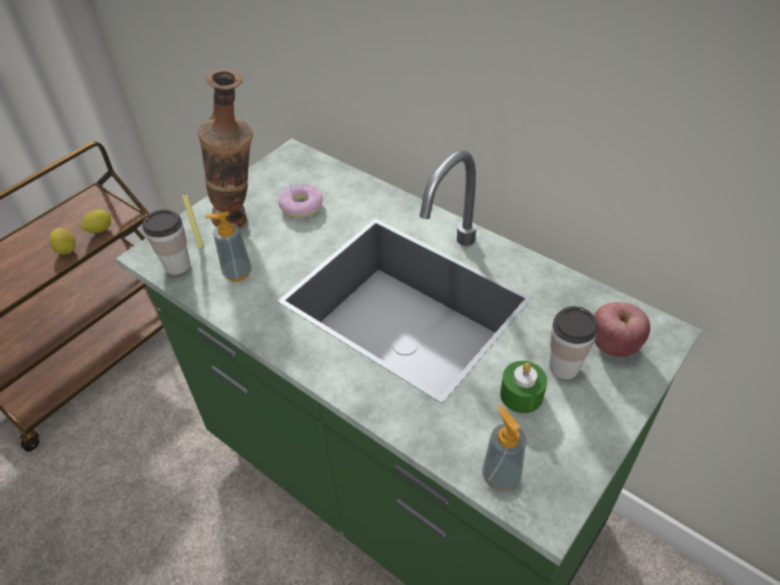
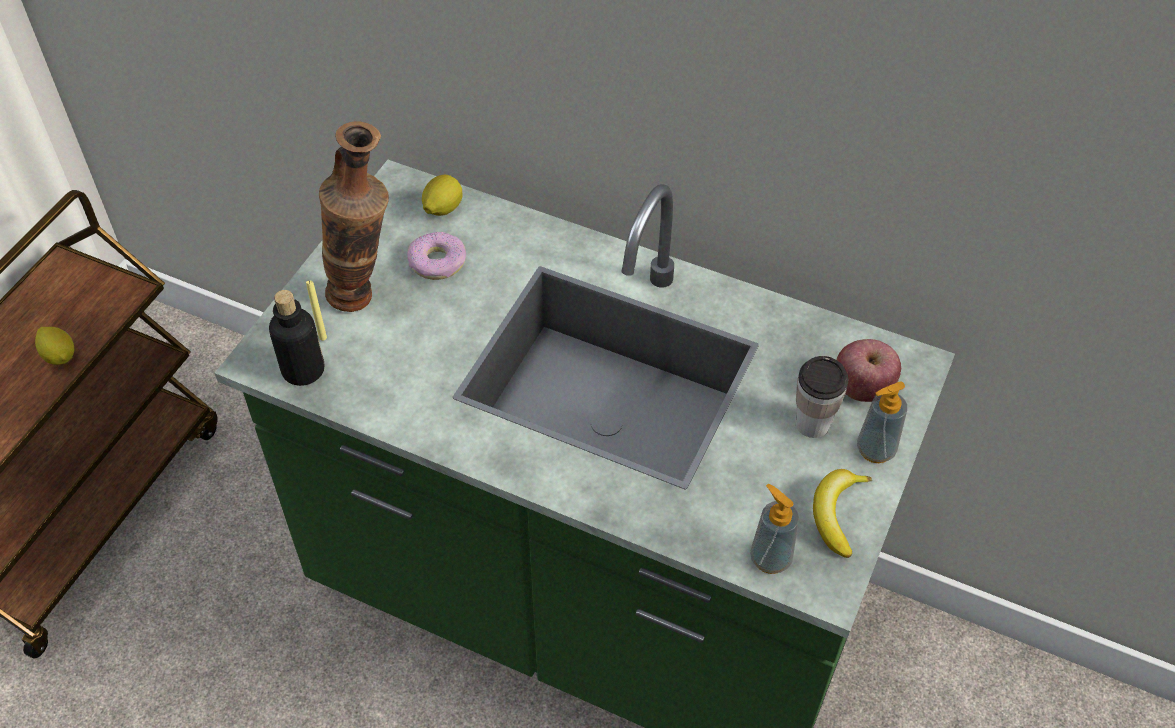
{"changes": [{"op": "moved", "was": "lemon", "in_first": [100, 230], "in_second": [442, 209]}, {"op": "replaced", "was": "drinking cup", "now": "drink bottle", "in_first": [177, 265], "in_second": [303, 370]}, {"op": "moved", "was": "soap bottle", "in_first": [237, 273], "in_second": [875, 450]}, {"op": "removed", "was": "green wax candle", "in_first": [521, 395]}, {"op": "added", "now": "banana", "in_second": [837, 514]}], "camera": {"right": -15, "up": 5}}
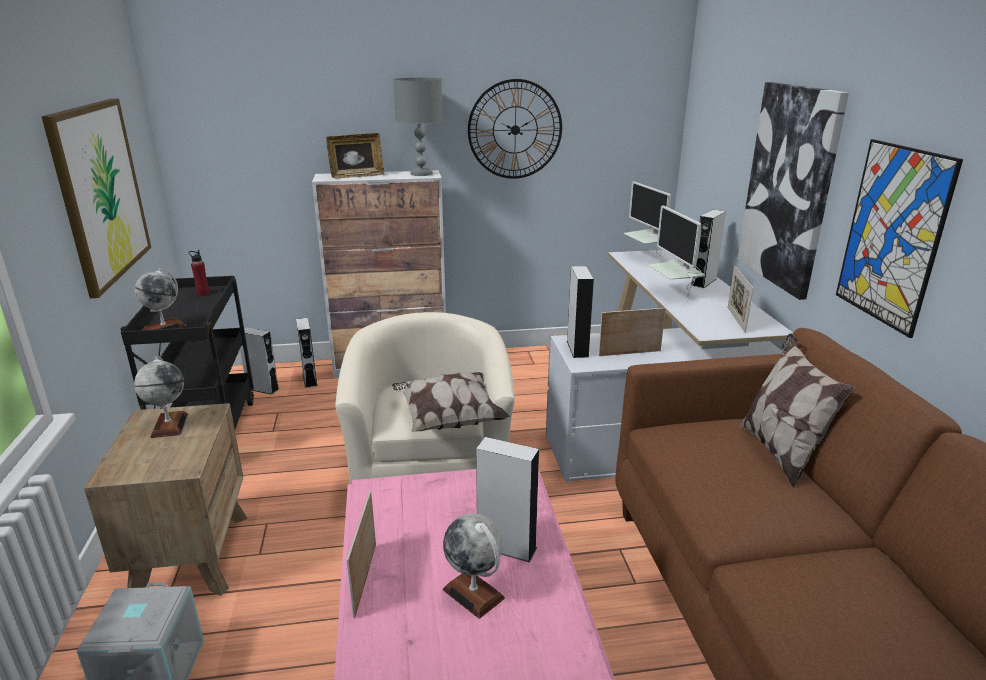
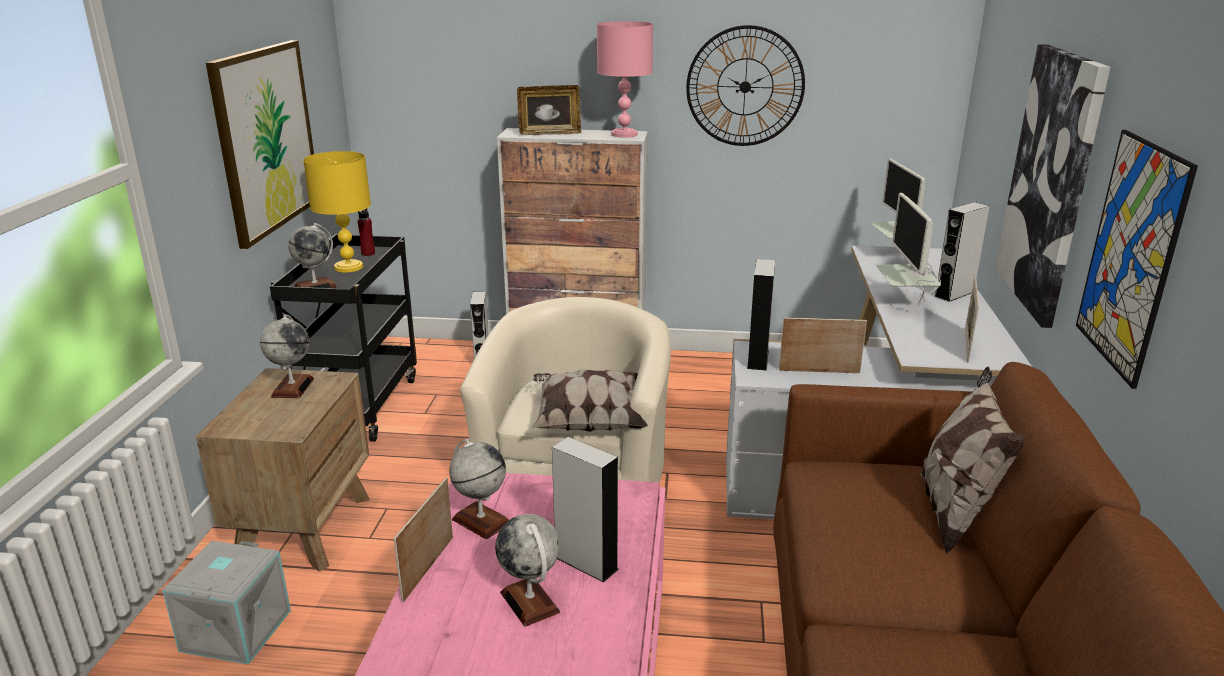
{"changes": [{"op": "recoloured", "was": "grey lamp for a table", "now": "pink lamp for a table", "in_first": [421, 173], "in_second": [624, 134]}, {"op": "removed", "was": "grey loudspeaker", "in_first": [262, 389]}, {"op": "added", "now": "yellow lamp for a table", "in_second": [348, 267]}, {"op": "added", "now": "desk globe", "in_second": [481, 521]}], "camera": {"right": 15, "up": 0}}
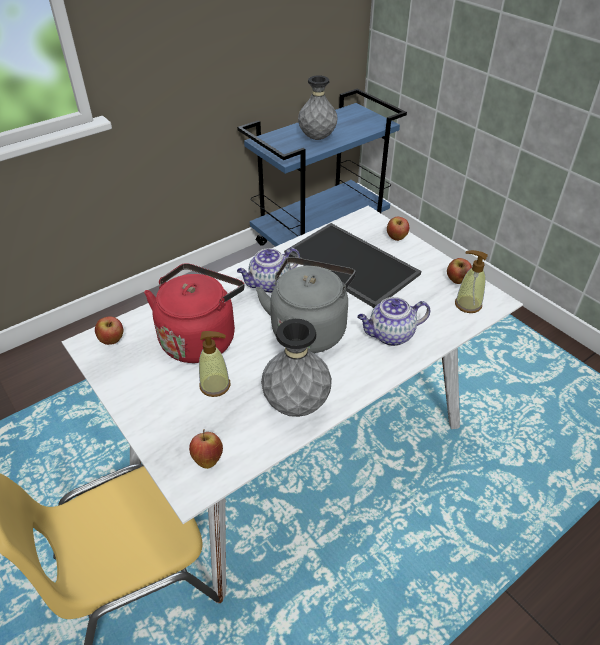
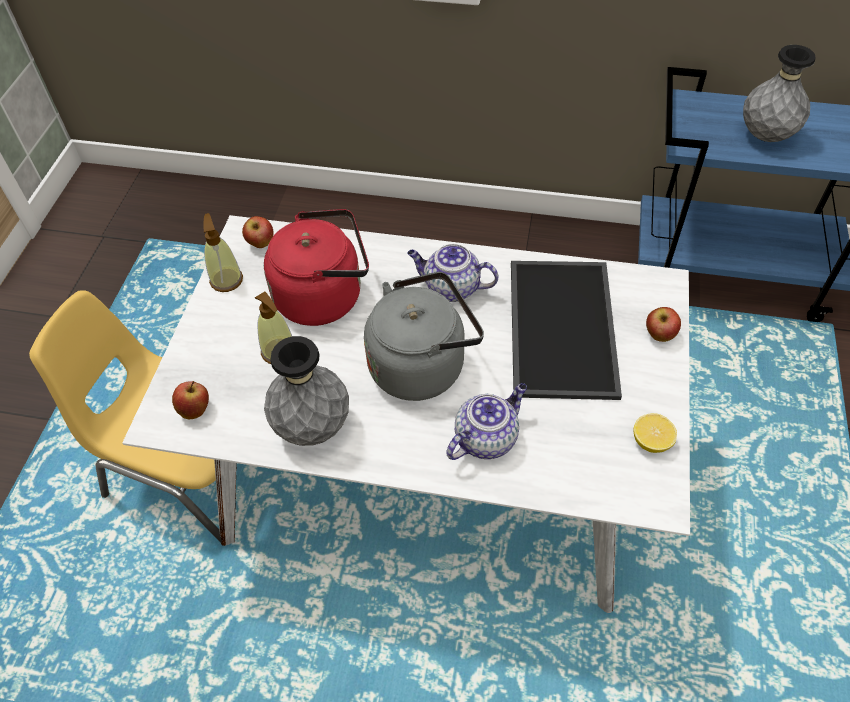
{"changes": [{"op": "moved", "was": "soap bottle", "in_first": [467, 304], "in_second": [226, 280]}, {"op": "replaced", "was": "apple", "now": "lemon", "in_first": [457, 281], "in_second": [651, 441]}, {"op": "turned", "was": "pot for tea", "in_first": [390, 335], "in_second": [486, 438], "clockwise": 105}], "camera": {"right": 50, "up": 10}}
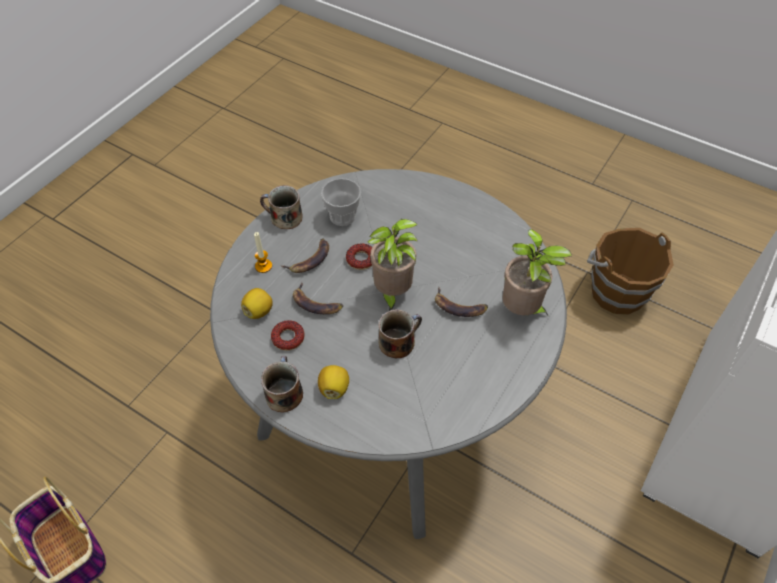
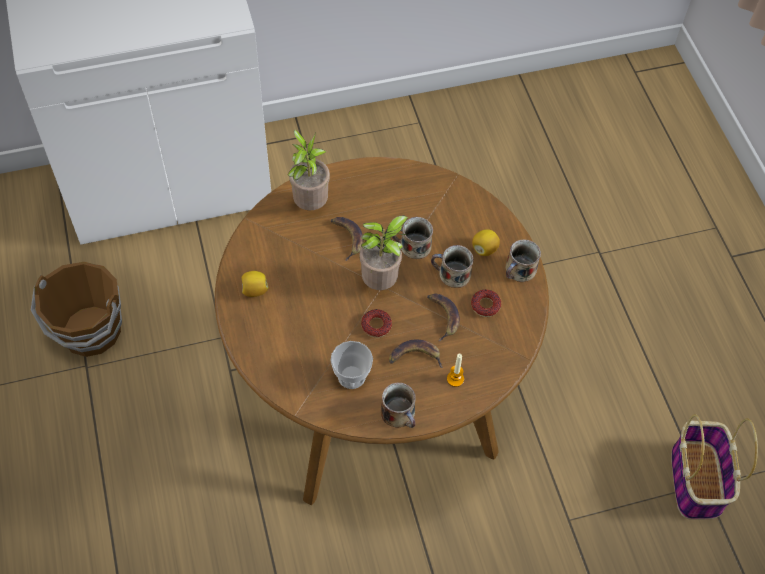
{"changes": [{"op": "recoloured", "was": "grey dining table", "now": "brown dining table", "in_first": [388, 409], "in_second": [377, 392]}, {"op": "moved", "was": "lemon", "in_first": [259, 311], "in_second": [254, 290]}, {"op": "added", "now": "mug", "in_second": [452, 274]}], "camera": {"right": -140, "up": 5}}
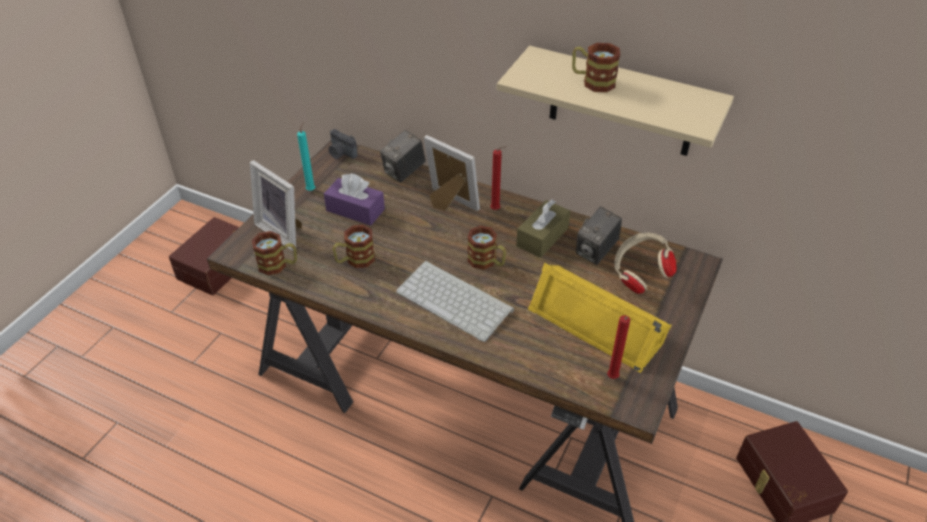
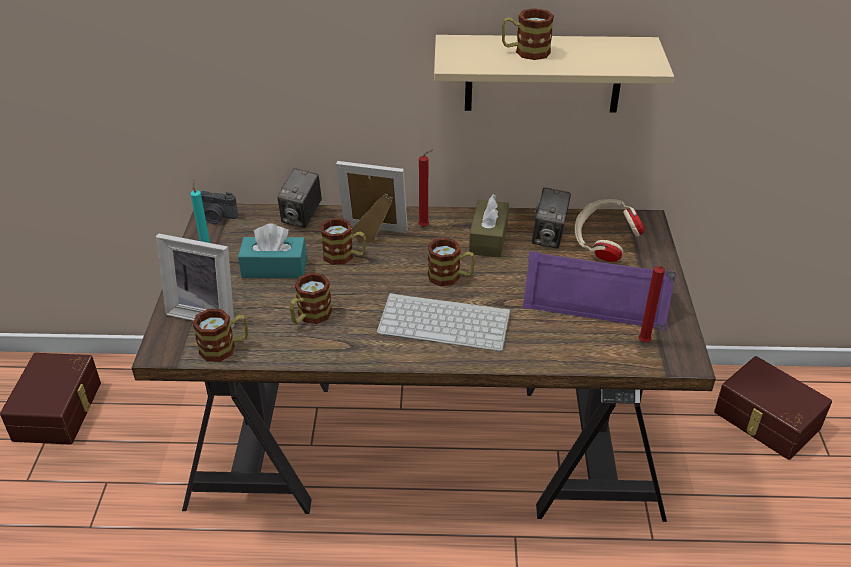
{"changes": [{"op": "recoloured", "was": "purplish tissue holder", "now": "turquoise-coloured tissue holder", "in_first": [355, 210], "in_second": [274, 268]}, {"op": "recoloured", "was": "yellow loudspeaker", "now": "purplish loudspeaker", "in_first": [598, 322], "in_second": [595, 298]}, {"op": "added", "now": "mug", "in_second": [344, 256]}], "camera": {"right": -25, "up": -5}}
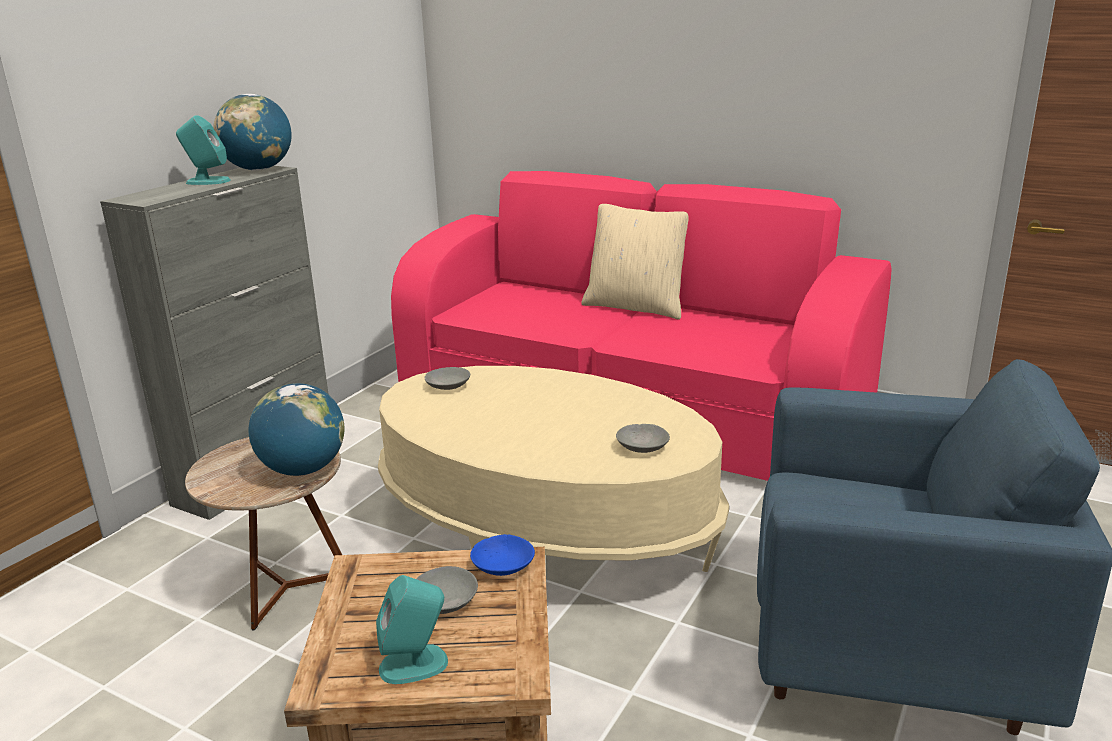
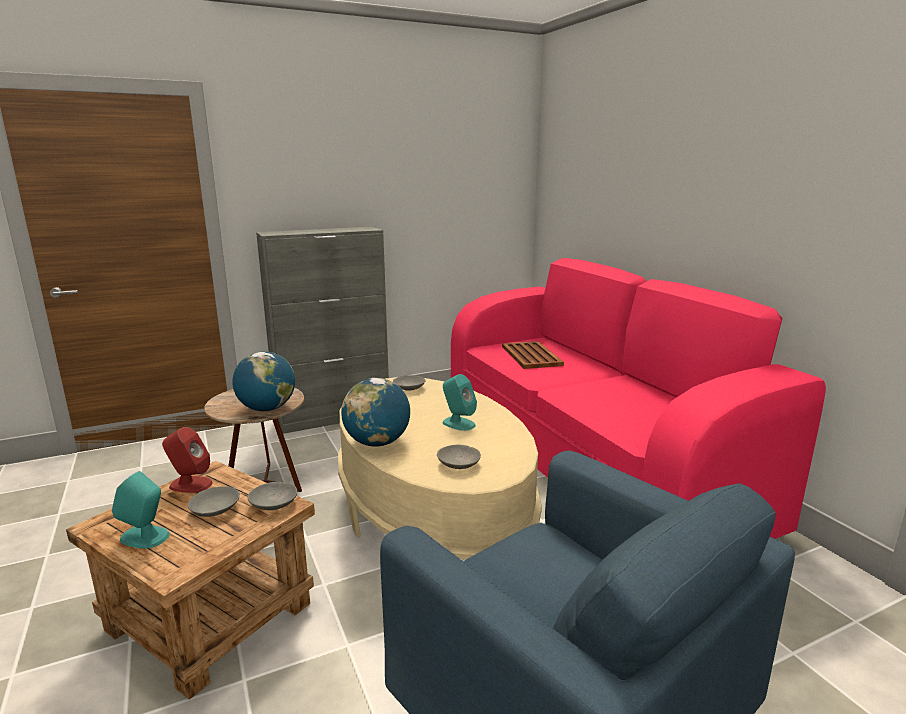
{"changes": [{"op": "moved", "was": "desk globe", "in_first": [259, 169], "in_second": [377, 443]}, {"op": "moved", "was": "turquoise-coloured loudspeaker", "in_first": [207, 181], "in_second": [458, 423]}, {"op": "removed", "was": "sand-coloured pillow", "in_first": [636, 306]}, {"op": "recoloured", "was": "blue serving bowl", "now": "grey serving bowl", "in_first": [503, 565], "in_second": [274, 504]}, {"op": "added", "now": "brown serving tray", "in_second": [531, 355]}, {"op": "added", "now": "red-coloured loudspeaker", "in_second": [190, 484]}], "camera": {"right": 35, "up": -5}}
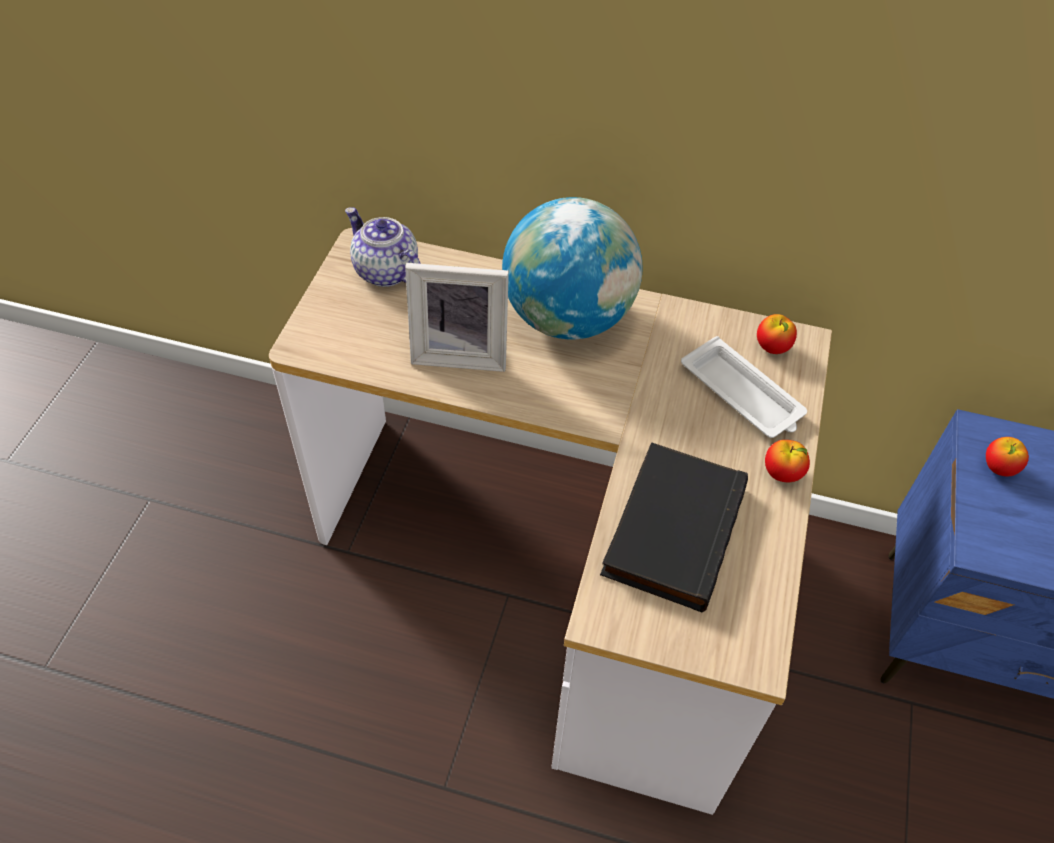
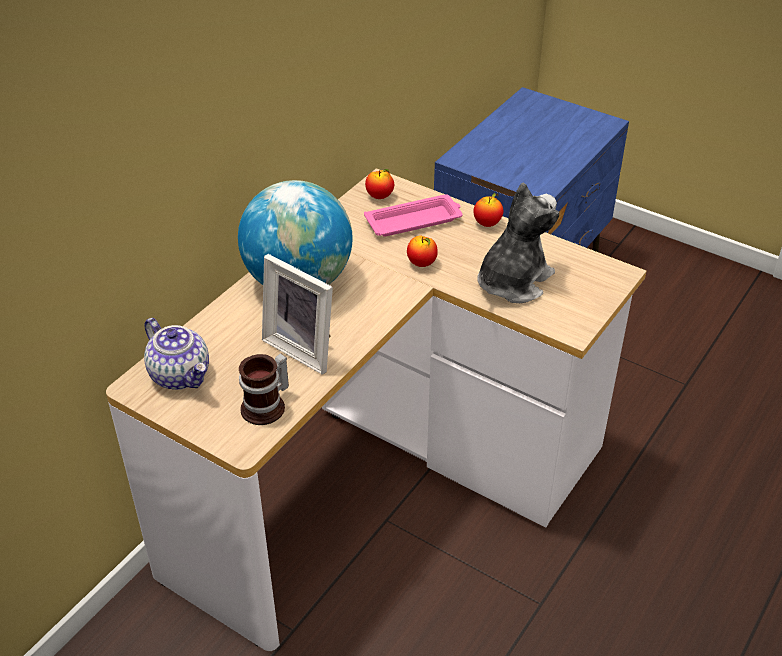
{"changes": [{"op": "turned", "was": "pot for tea", "in_first": [385, 271], "in_second": [181, 375], "clockwise": -105}, {"op": "turned", "was": "standing frame", "in_first": [460, 352], "in_second": [304, 348], "clockwise": 105}, {"op": "recoloured", "was": "white-coloured serving tray", "now": "pink serving tray", "in_first": [742, 395], "in_second": [415, 221]}, {"op": "moved", "was": "apple", "in_first": [998, 468], "in_second": [422, 264]}, {"op": "replaced", "was": "black bound book", "now": "cuddly toy", "in_first": [670, 528], "in_second": [512, 282]}, {"op": "added", "now": "mug", "in_second": [267, 407]}], "camera": {"right": -70, "up": -10}}
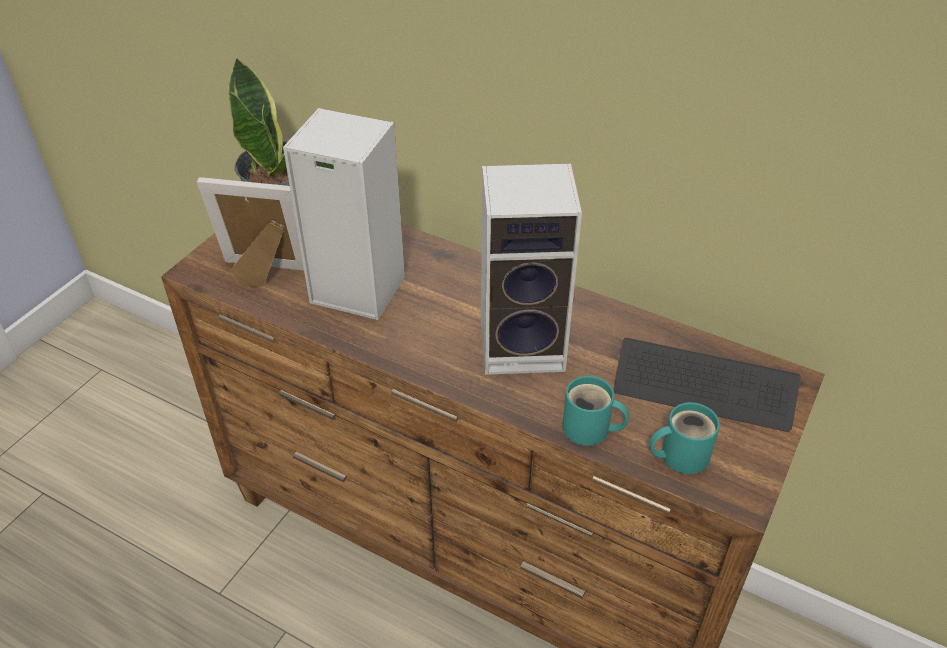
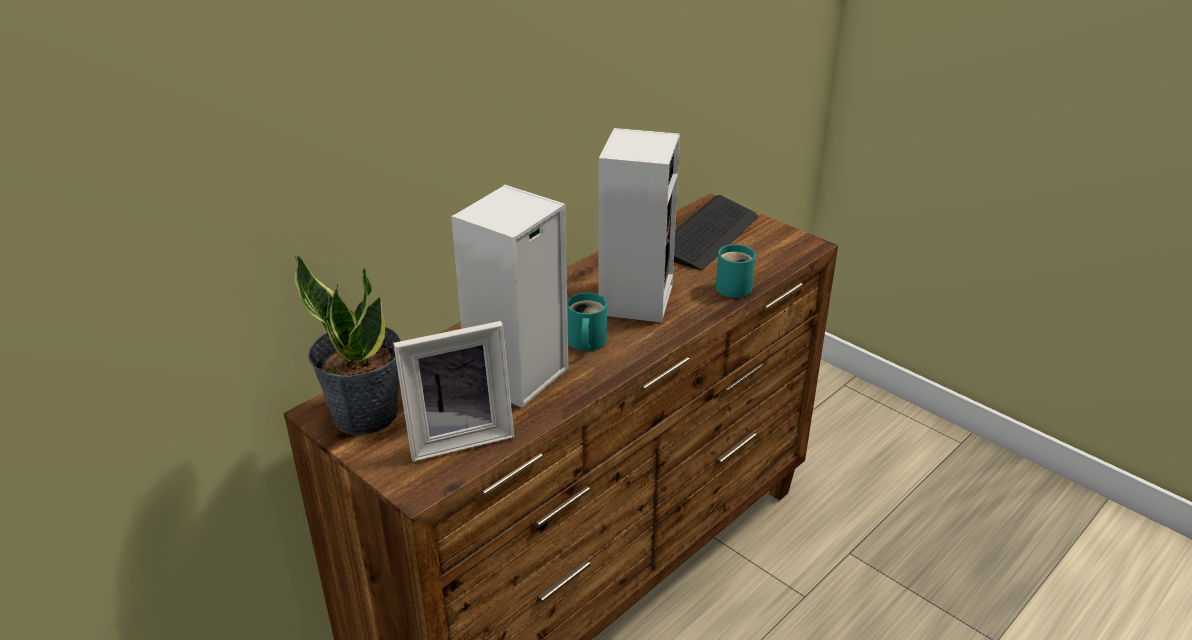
{"changes": [{"op": "turned", "was": "standing frame", "in_first": [263, 275], "in_second": [458, 436], "clockwise": -135}, {"op": "moved", "was": "turquoise-coloured mug", "in_first": [679, 454], "in_second": [585, 342]}], "camera": {"right": -75, "up": -10}}
